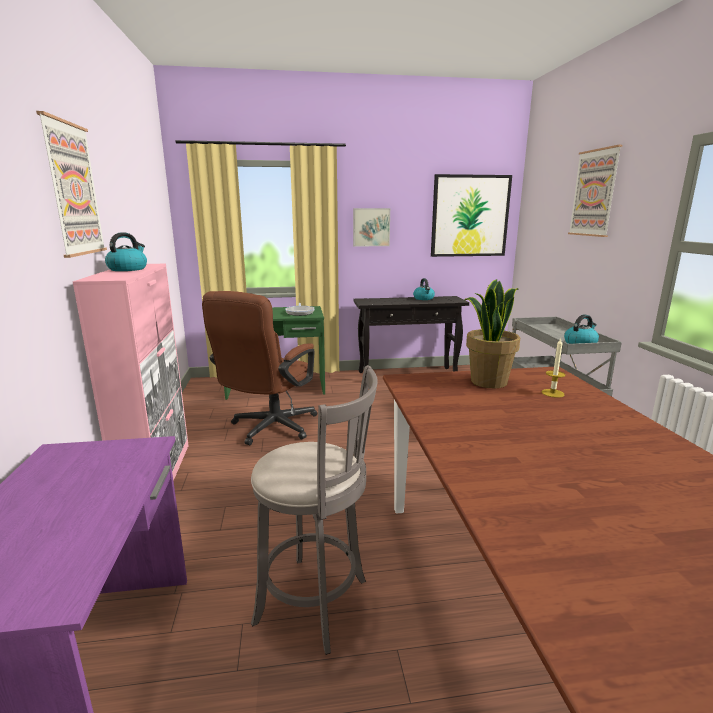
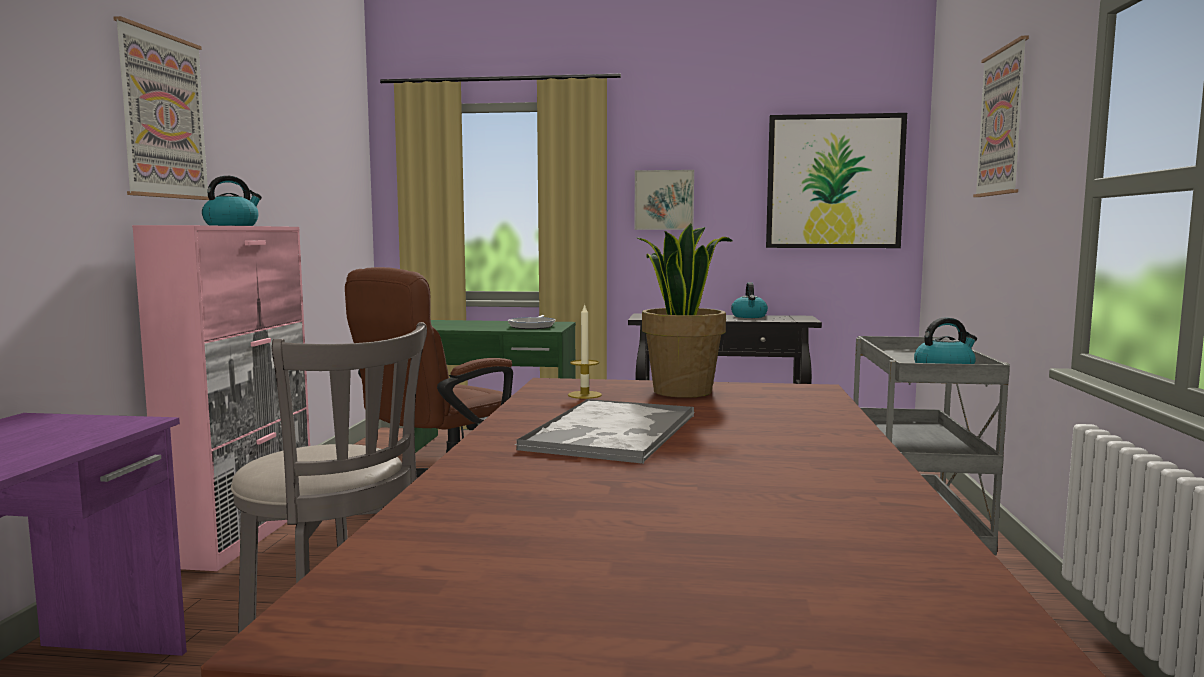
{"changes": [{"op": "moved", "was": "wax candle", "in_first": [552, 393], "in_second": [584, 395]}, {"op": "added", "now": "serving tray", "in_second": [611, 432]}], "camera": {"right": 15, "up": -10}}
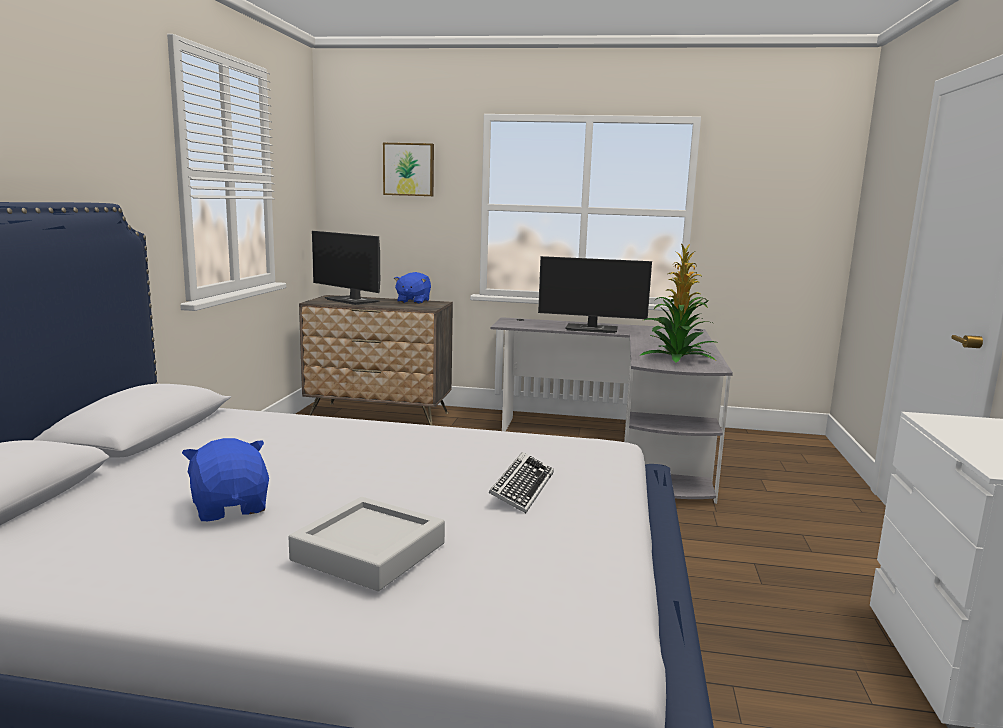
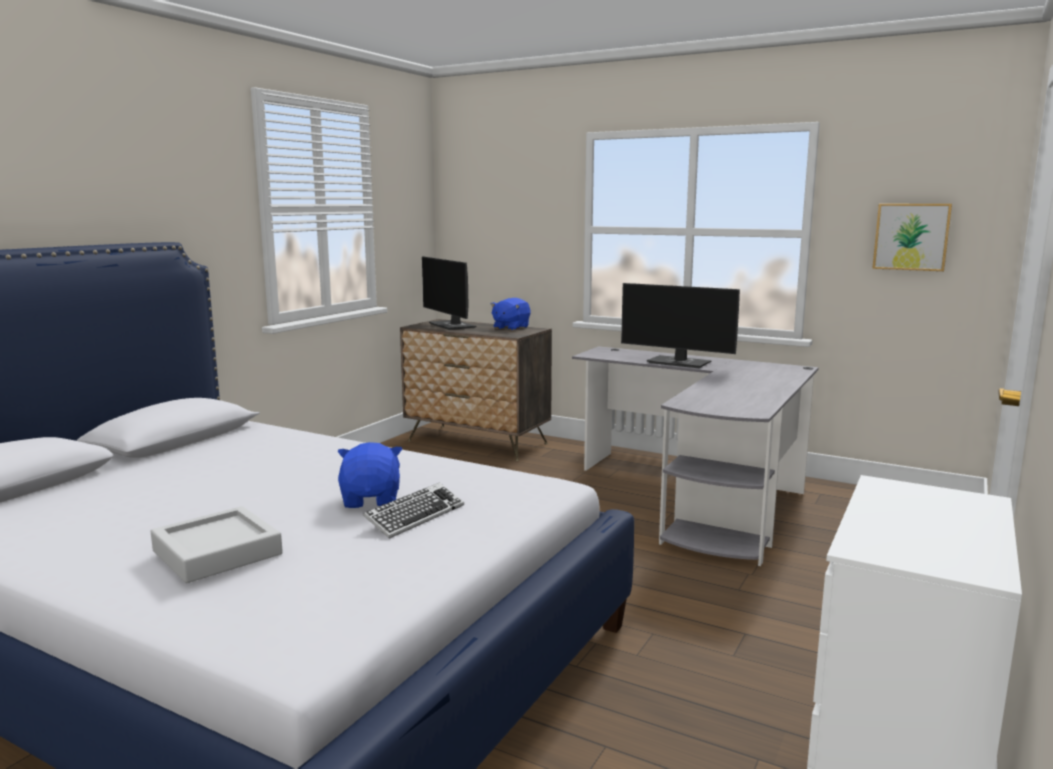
{"changes": [{"op": "moved", "was": "wall picture", "in_first": [409, 169], "in_second": [911, 236]}, {"op": "removed", "was": "houseplant", "in_first": [677, 358]}, {"op": "moved", "was": "blue cuddly toy", "in_first": [231, 507], "in_second": [371, 499]}], "camera": {"right": 20, "up": 0}}
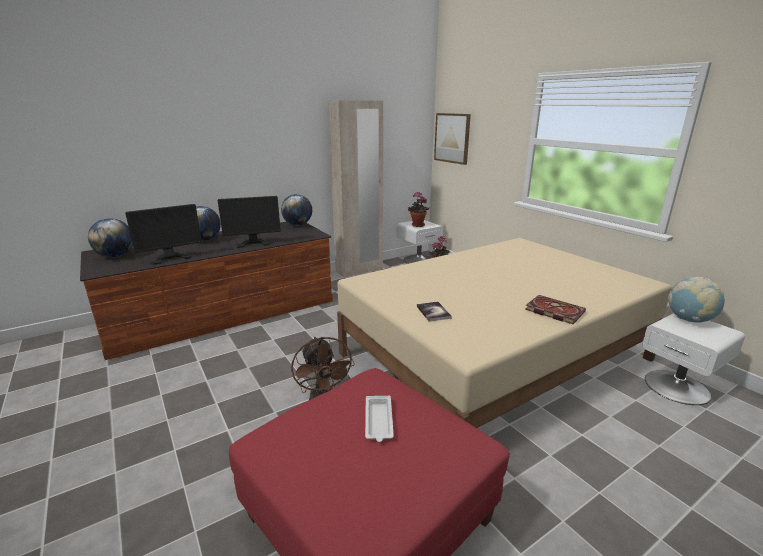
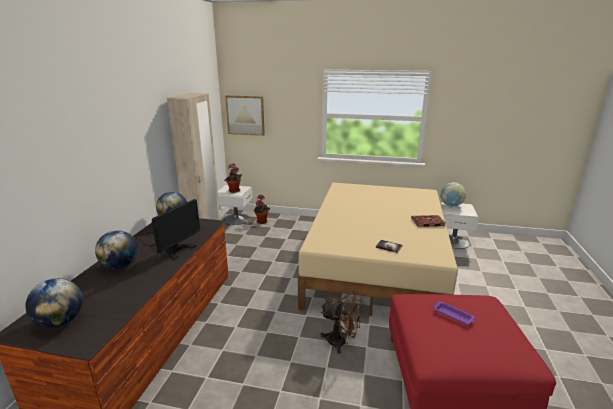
{"changes": [{"op": "removed", "was": "monitor", "in_first": [169, 255]}, {"op": "recoloured", "was": "white-coloured serving tray", "now": "purplish serving tray", "in_first": [378, 421], "in_second": [453, 315]}], "camera": {"right": -45, "up": 0}}
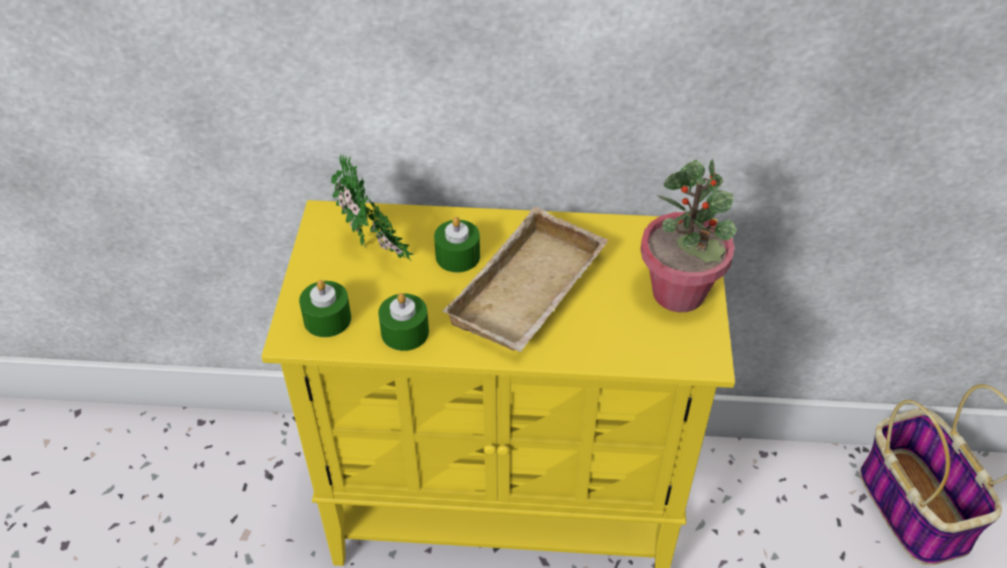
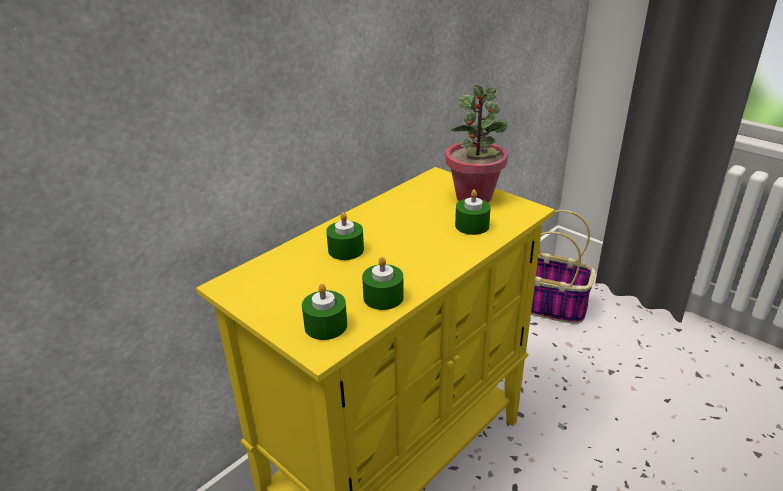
{"changes": [{"op": "removed", "was": "houseplant", "in_first": [375, 250]}, {"op": "removed", "was": "sand-coloured serving tray", "in_first": [530, 294]}, {"op": "added", "now": "green wax candle", "in_second": [472, 226]}], "camera": {"right": -50, "up": -15}}
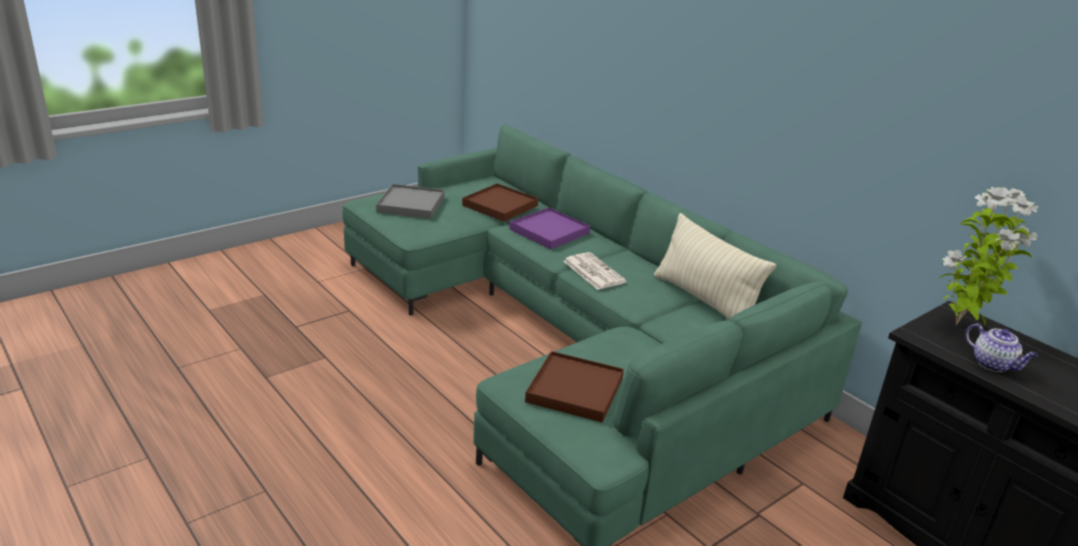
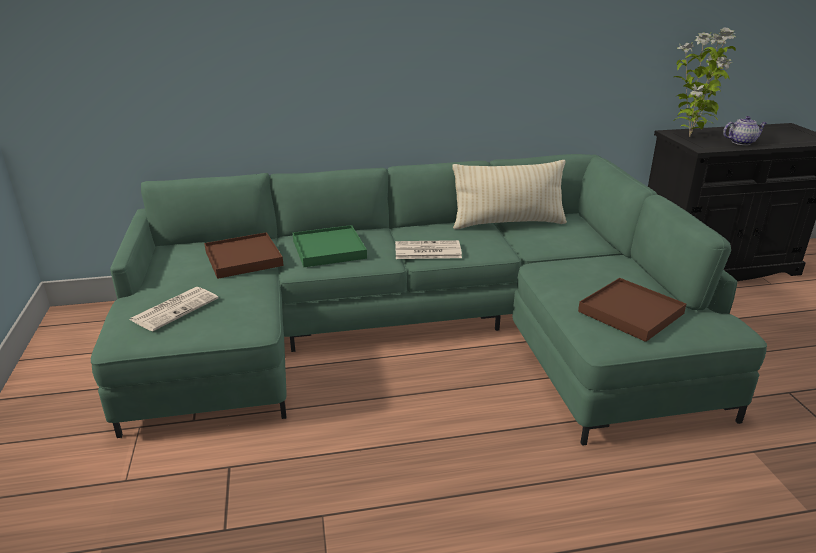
{"changes": [{"op": "replaced", "was": "grey serving tray", "now": "newspaper", "in_first": [411, 204], "in_second": [175, 308]}, {"op": "recoloured", "was": "purplish serving tray", "now": "green serving tray", "in_first": [549, 231], "in_second": [329, 249]}], "camera": {"right": -60, "up": 0}}
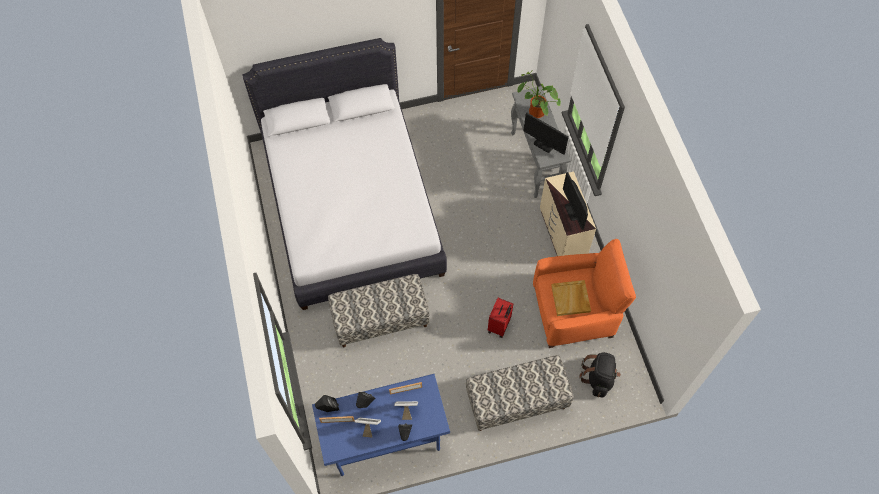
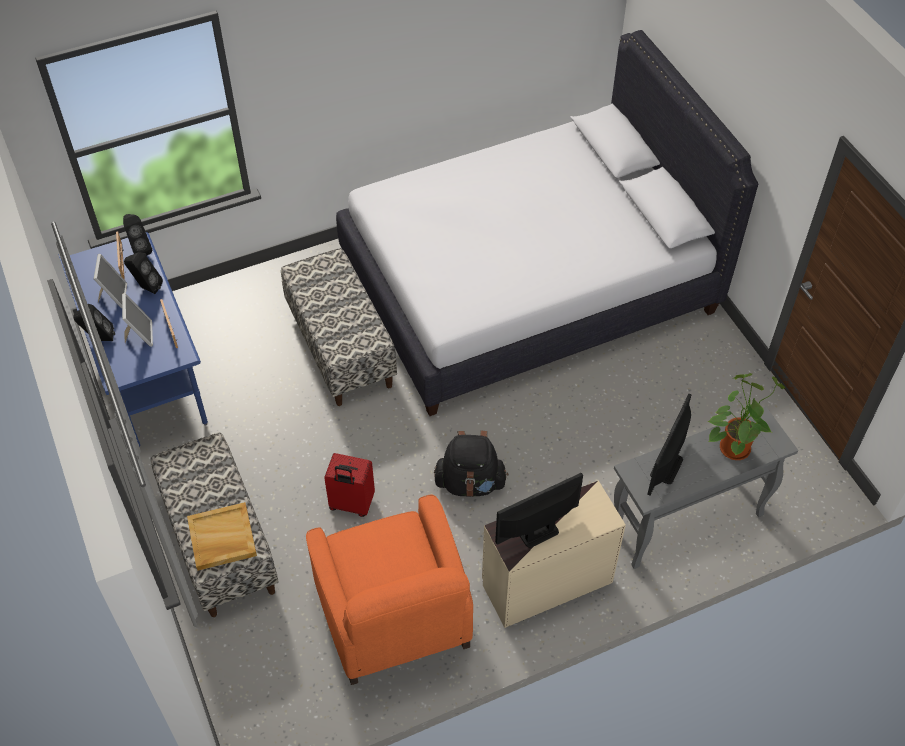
{"changes": [{"op": "moved", "was": "sand-coloured serving tray", "in_first": [571, 299], "in_second": [221, 538]}, {"op": "moved", "was": "black knapsack", "in_first": [598, 378], "in_second": [470, 483]}], "camera": {"right": 80, "up": -10}}
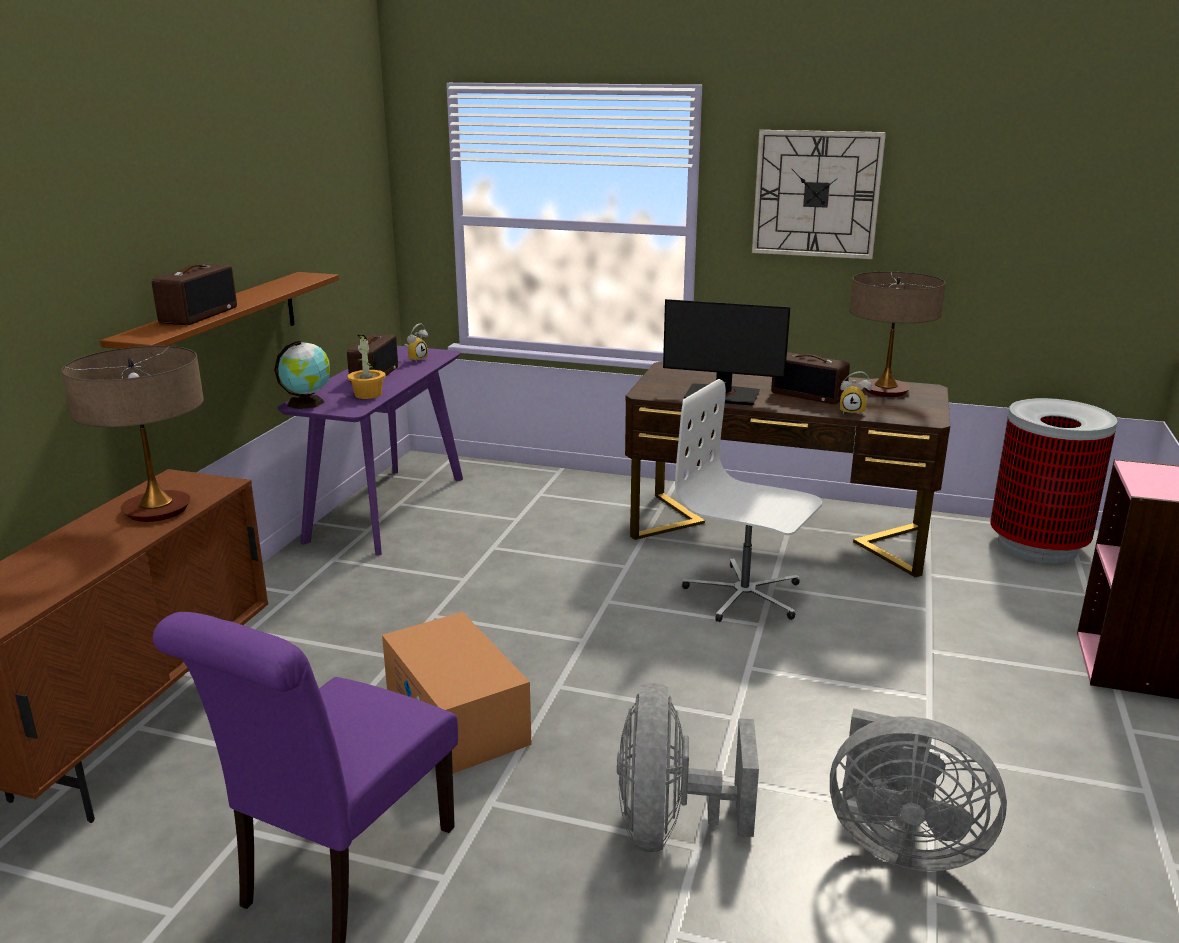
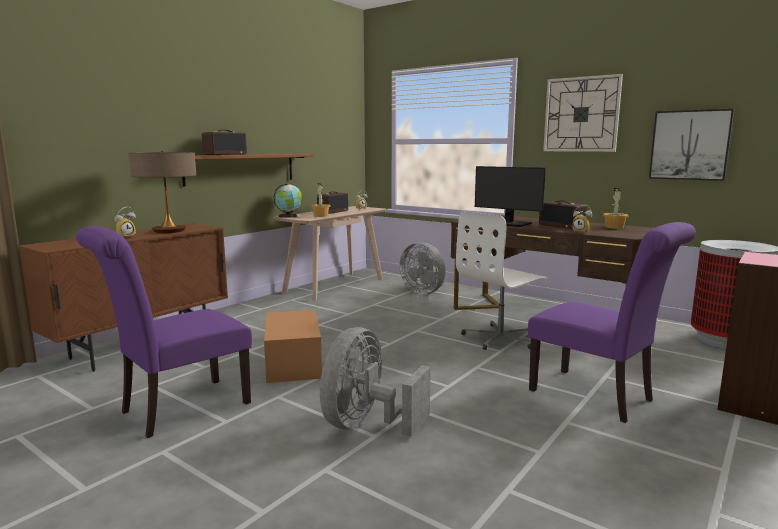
{"changes": [{"op": "replaced", "was": "lamp for a table", "now": "houseplant", "in_first": [885, 391], "in_second": [614, 227]}, {"op": "recoloured", "was": "purplish console table", "now": "sand-coloured console table", "in_first": [387, 508], "in_second": [334, 285]}, {"op": "turned", "was": "white-coloured desk chair", "in_first": [744, 595], "in_second": [500, 338], "clockwise": -90}, {"op": "moved", "was": "grey cooling fan", "in_first": [900, 843], "in_second": [424, 292]}, {"op": "added", "now": "wall picture", "in_second": [689, 145]}, {"op": "added", "now": "bedside clock", "in_second": [125, 236]}, {"op": "added", "now": "purplish upright chair", "in_second": [598, 397]}], "camera": {"right": 20, "up": -10}}
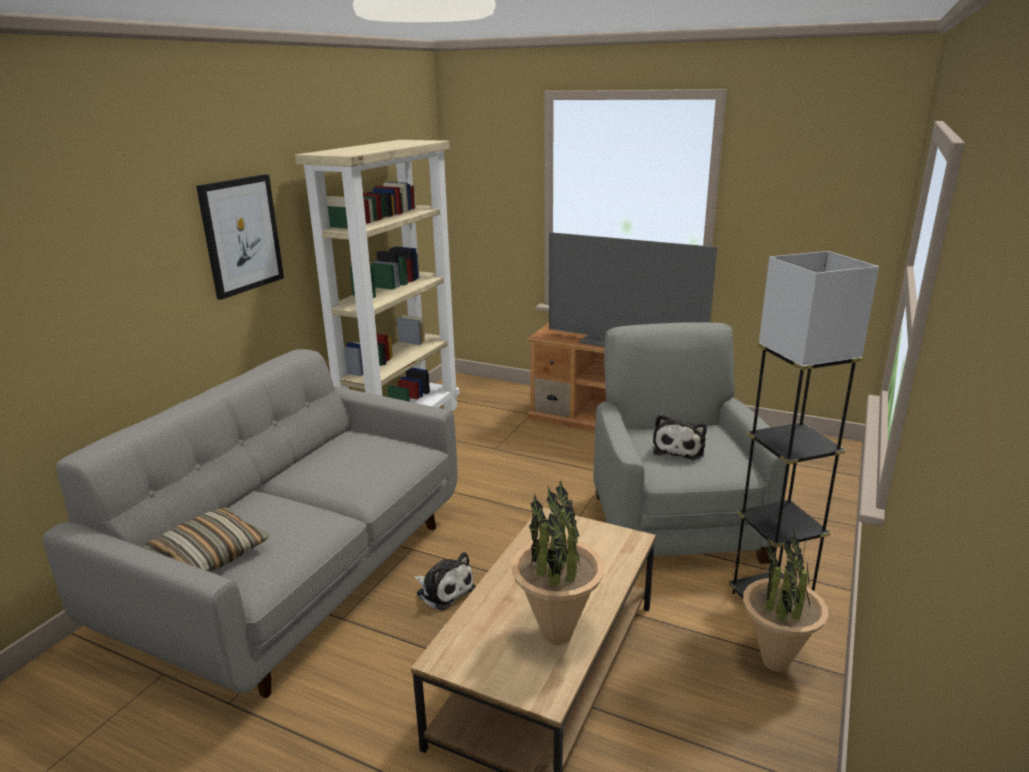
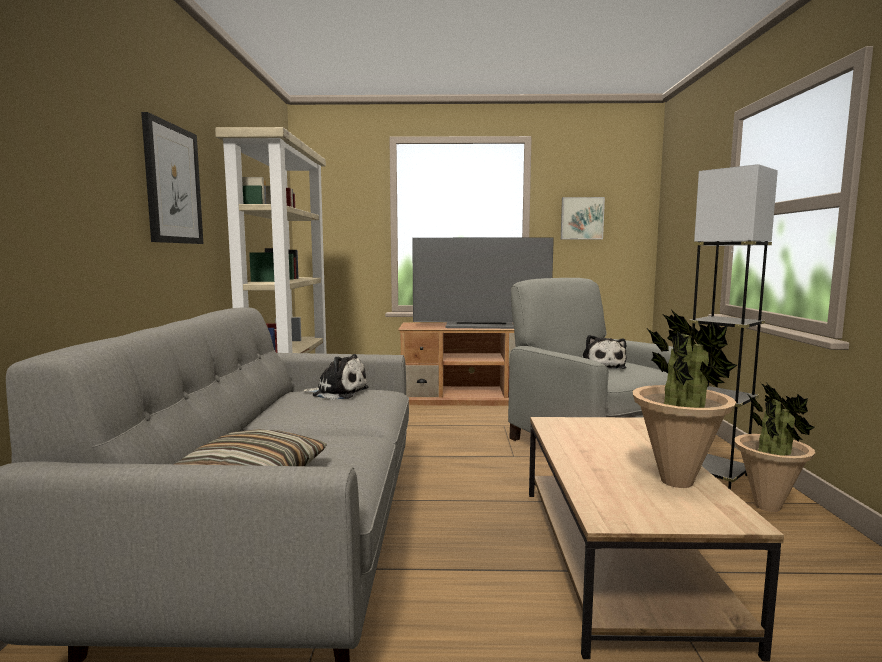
{"changes": [{"op": "moved", "was": "cuddly toy", "in_first": [443, 590], "in_second": [338, 392]}, {"op": "added", "now": "wall picture", "in_second": [581, 218]}], "camera": {"right": -25, "up": -15}}
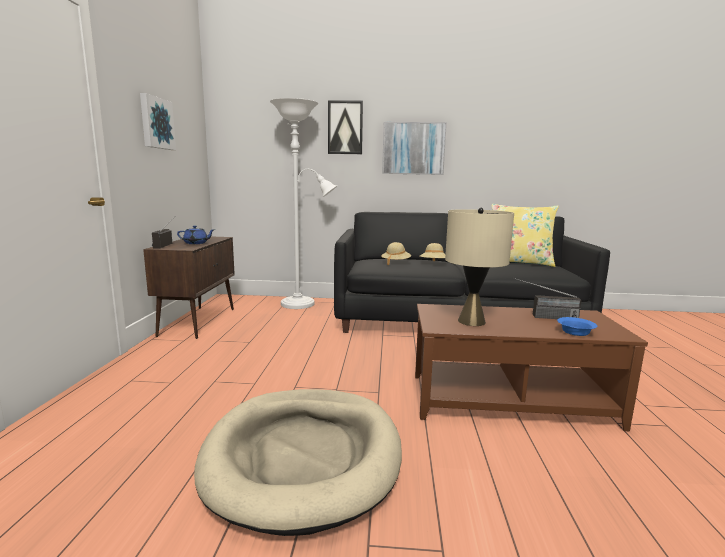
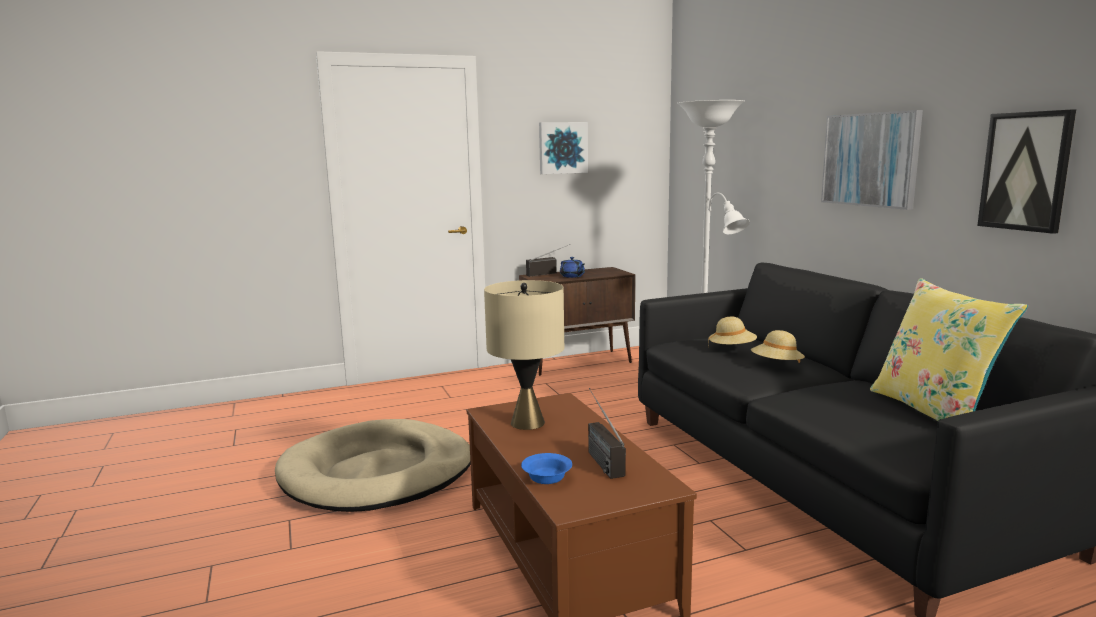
{"changes": [{"op": "moved", "was": "wall picture", "in_first": [345, 127], "in_second": [1025, 171]}], "camera": {"right": 65, "up": 0}}
